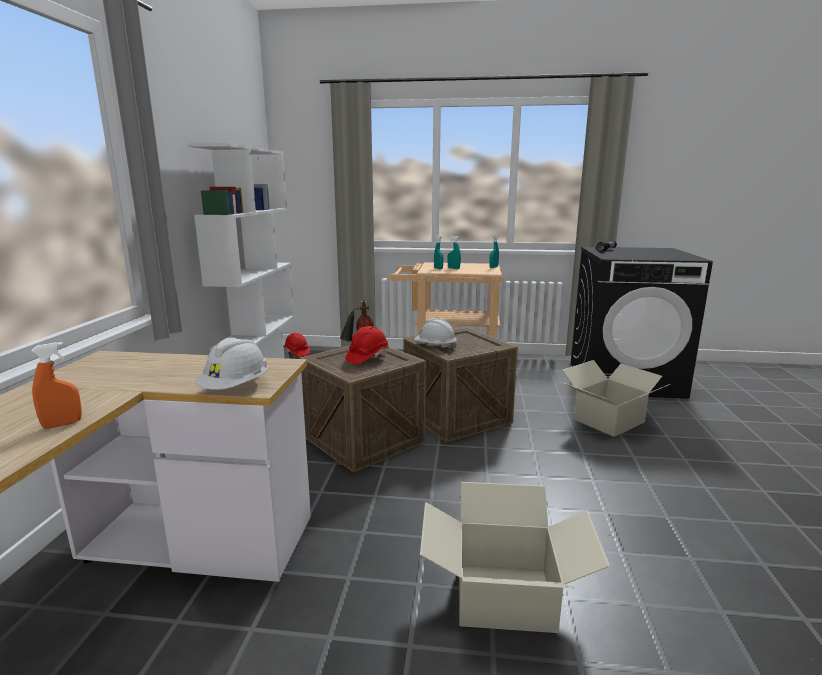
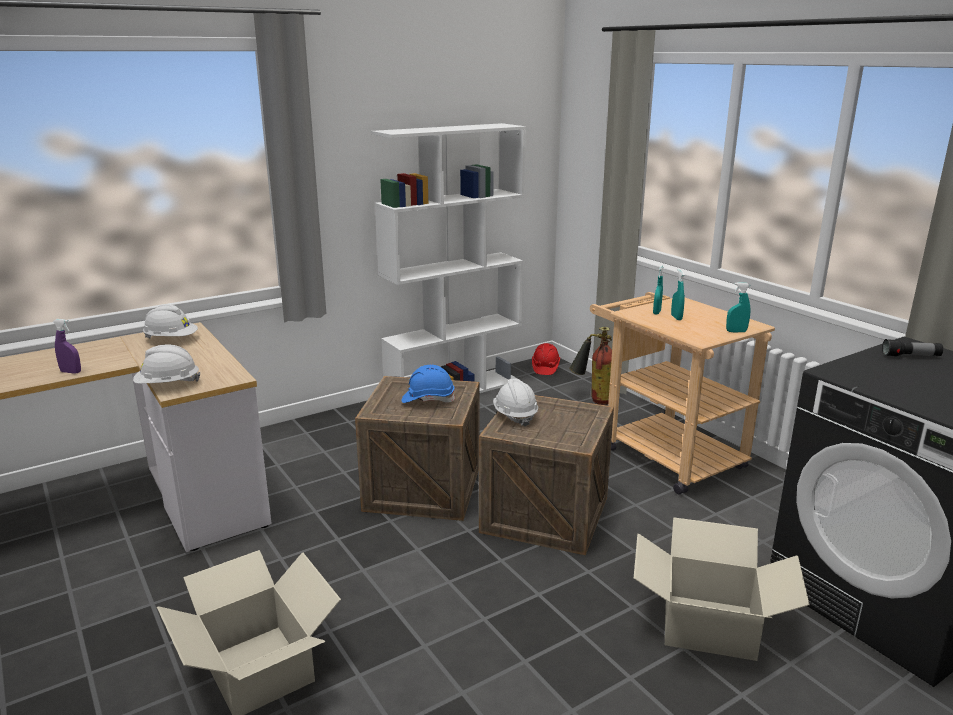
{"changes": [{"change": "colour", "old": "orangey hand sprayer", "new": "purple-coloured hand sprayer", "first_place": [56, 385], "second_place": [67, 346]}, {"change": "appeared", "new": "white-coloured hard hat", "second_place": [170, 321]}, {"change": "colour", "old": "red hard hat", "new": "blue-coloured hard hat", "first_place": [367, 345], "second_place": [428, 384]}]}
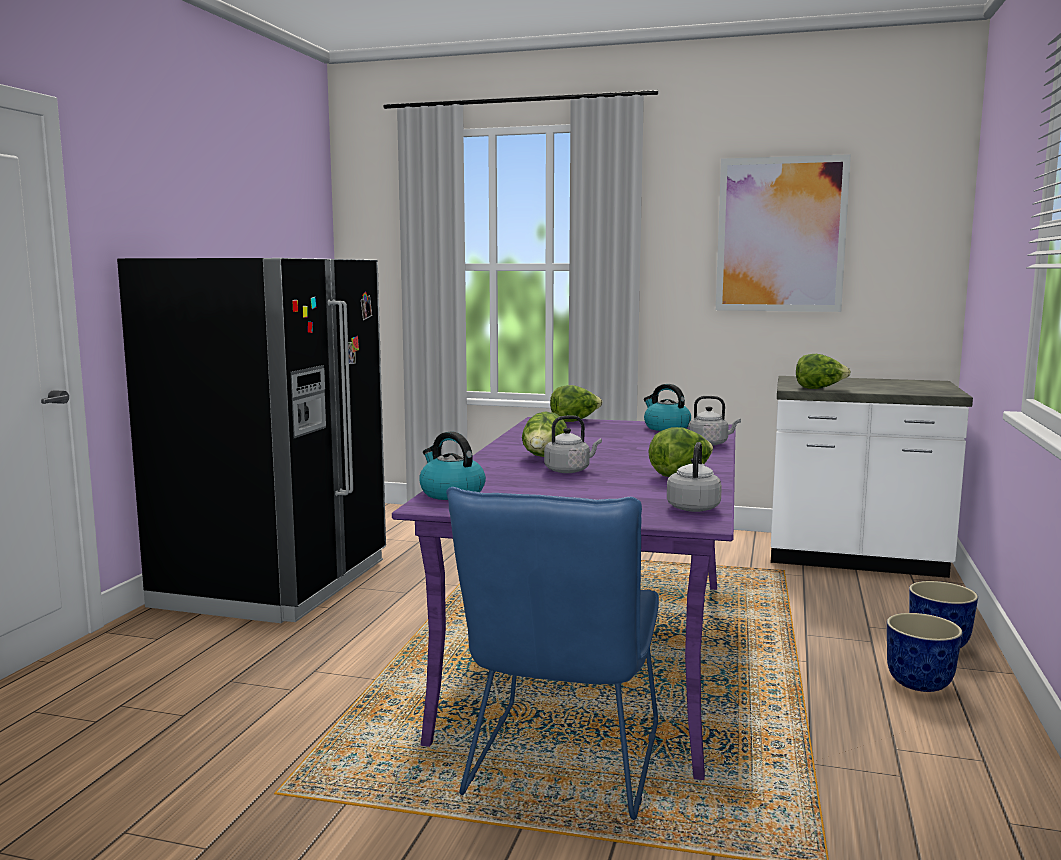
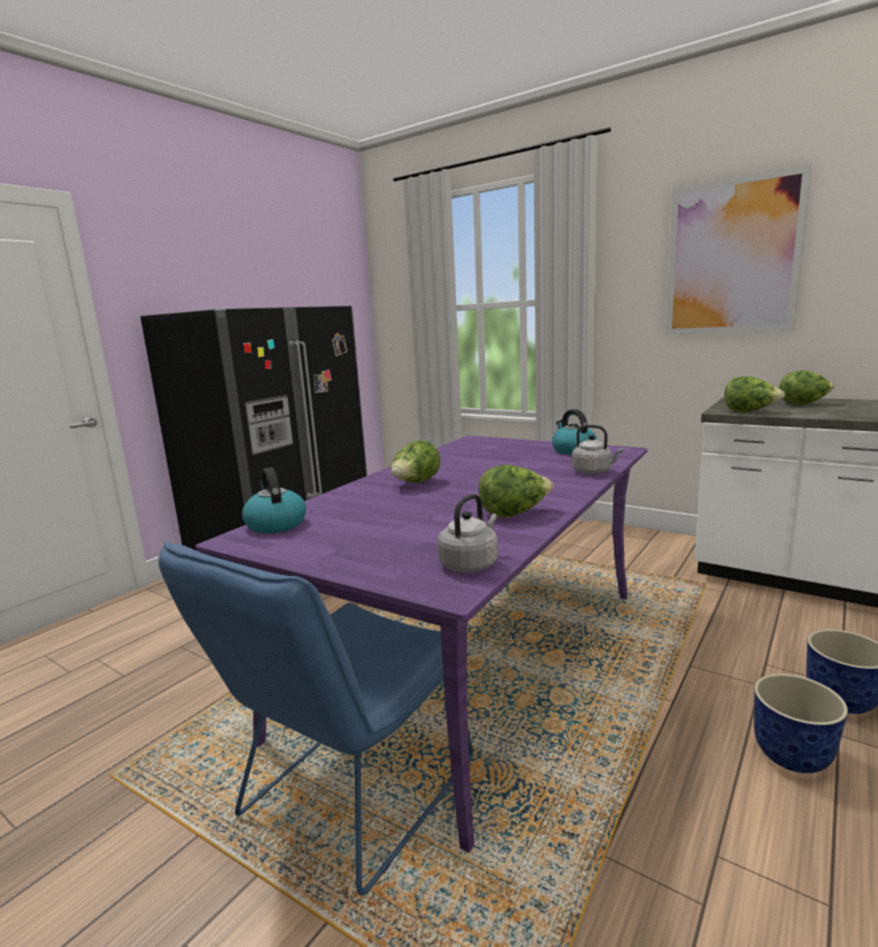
{"changes": [{"change": "relocated", "old": "head of lettuce", "first_place": [576, 403], "second_place": [806, 387]}, {"change": "missing", "old": "grey kettle", "first_place": [573, 444]}]}
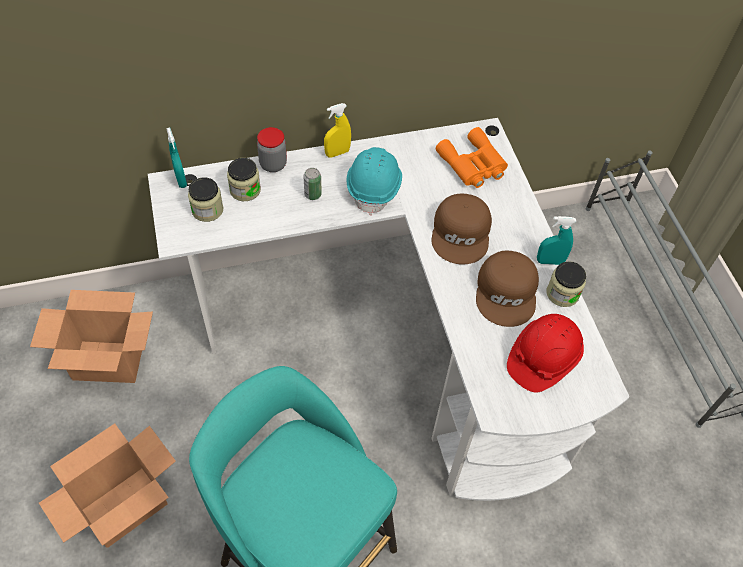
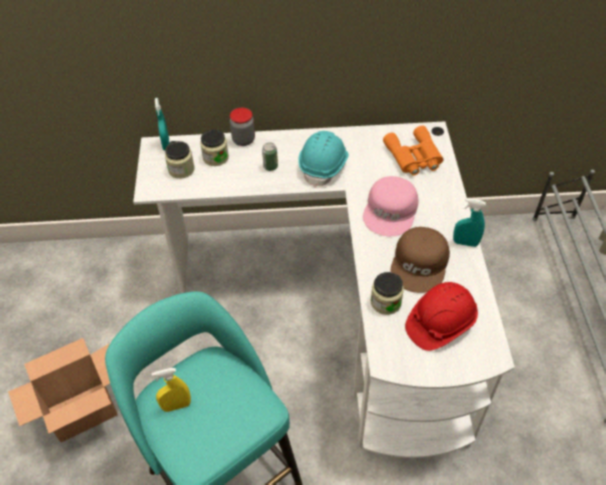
{"changes": [{"change": "relocated", "old": "yellow hand sprayer", "first_place": [337, 130], "second_place": [171, 390]}, {"change": "colour", "old": "brownish peaked cap", "new": "pink-coloured peaked cap", "first_place": [461, 229], "second_place": [391, 206]}, {"change": "relocated", "old": "storage jar", "first_place": [566, 284], "second_place": [387, 293]}, {"change": "missing", "old": "carton", "first_place": [91, 336]}]}
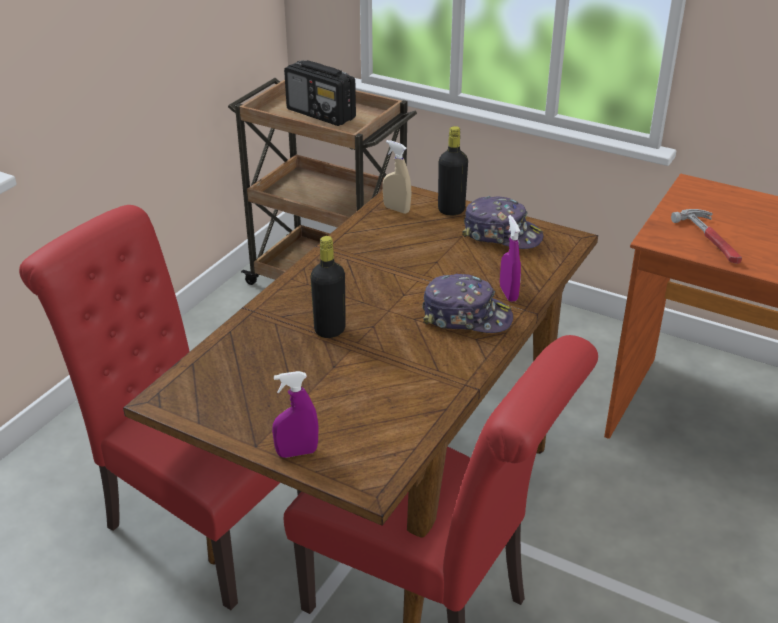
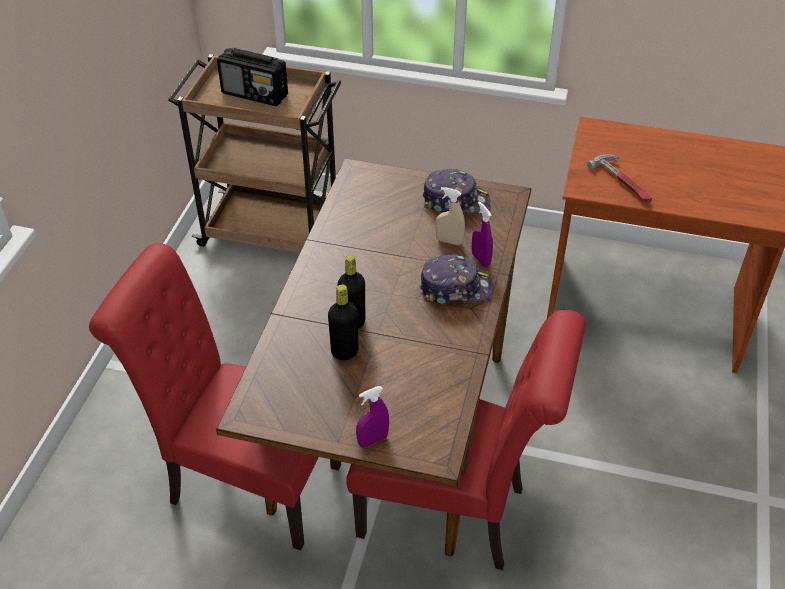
{"changes": [{"change": "relocated", "old": "blackish bottle", "first_place": [453, 171], "second_place": [343, 322]}, {"change": "relocated", "old": "beige-coloured hand sprayer", "first_place": [397, 177], "second_place": [450, 216]}]}
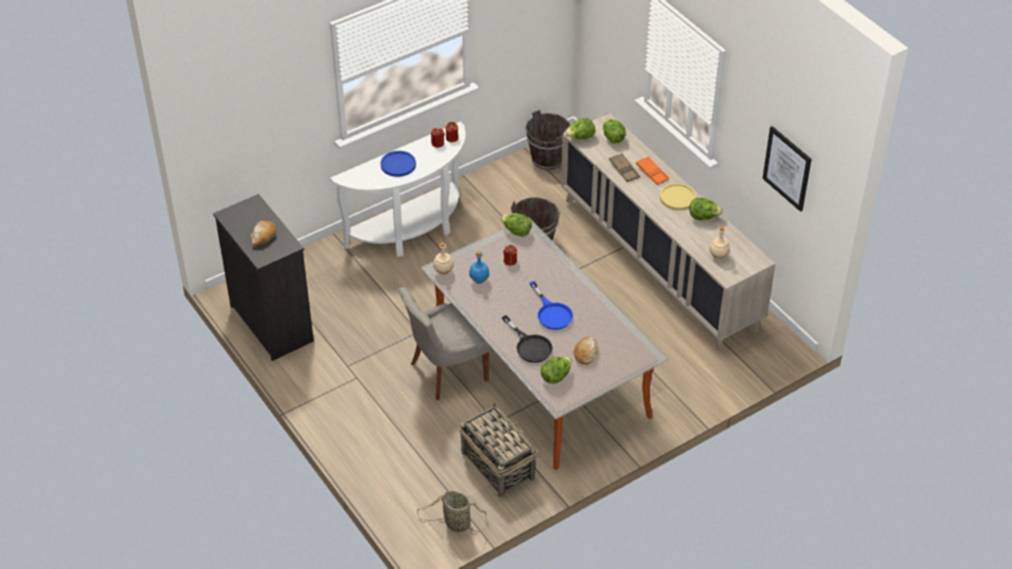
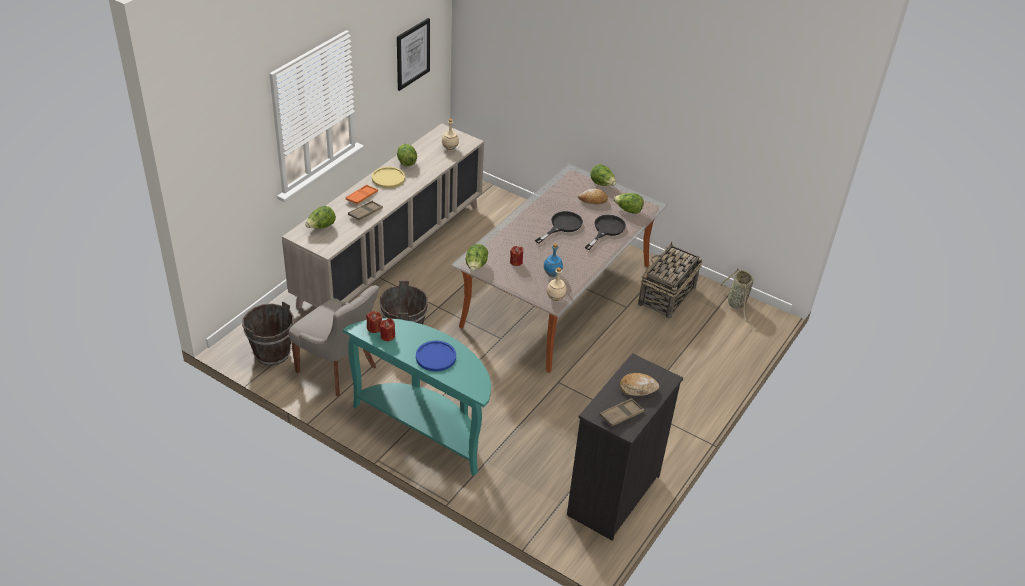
{"changes": [{"change": "relocated", "old": "grey chair", "first_place": [444, 343], "second_place": [334, 341]}, {"change": "colour", "old": "white-coloured hall table", "new": "turquoise hall table", "first_place": [398, 189], "second_place": [417, 397]}, {"change": "colour", "old": "blue-coloured skillet", "new": "blackish skillet", "first_place": [551, 305], "second_place": [559, 227]}, {"change": "relocated", "old": "head of lettuce", "first_place": [579, 129], "second_place": [603, 175]}, {"change": "appeared", "new": "brownish carrying tray", "second_place": [622, 412]}]}
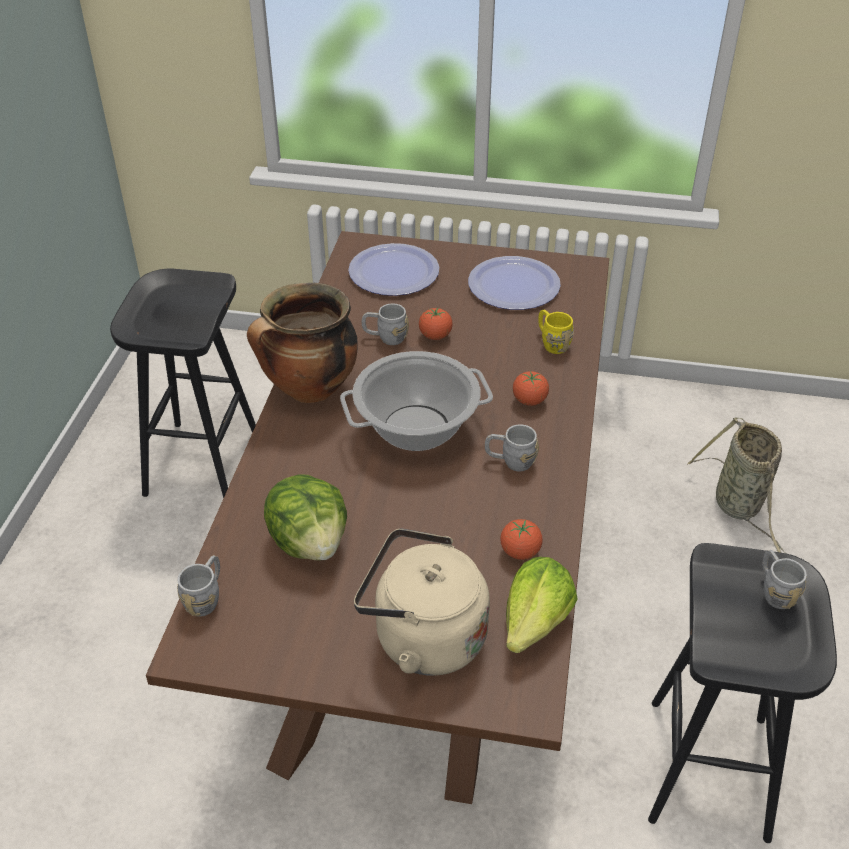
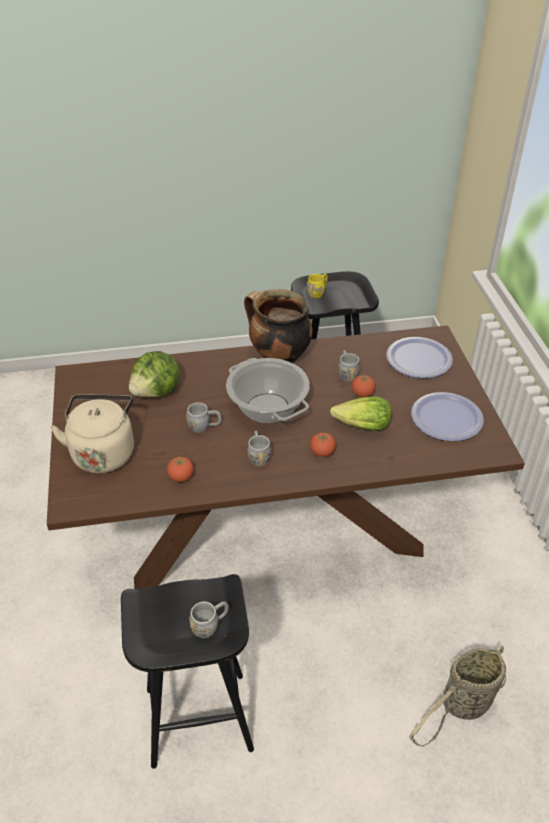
{"changes": [{"change": "relocated", "old": "grey mug", "first_place": [198, 586], "second_place": [203, 417]}, {"change": "relocated", "old": "yellow mug", "first_place": [556, 332], "second_place": [317, 286]}, {"change": "relocated", "old": "head of lettuce", "first_place": [542, 605], "second_place": [361, 413]}]}
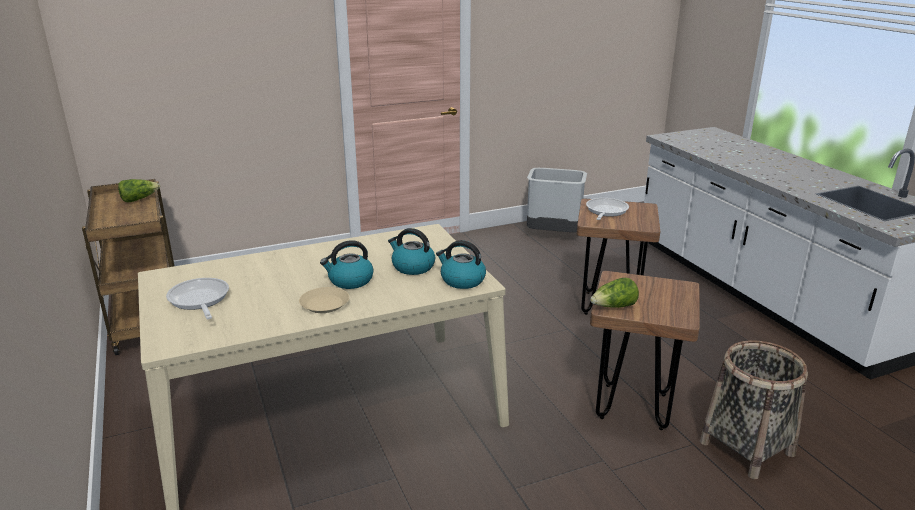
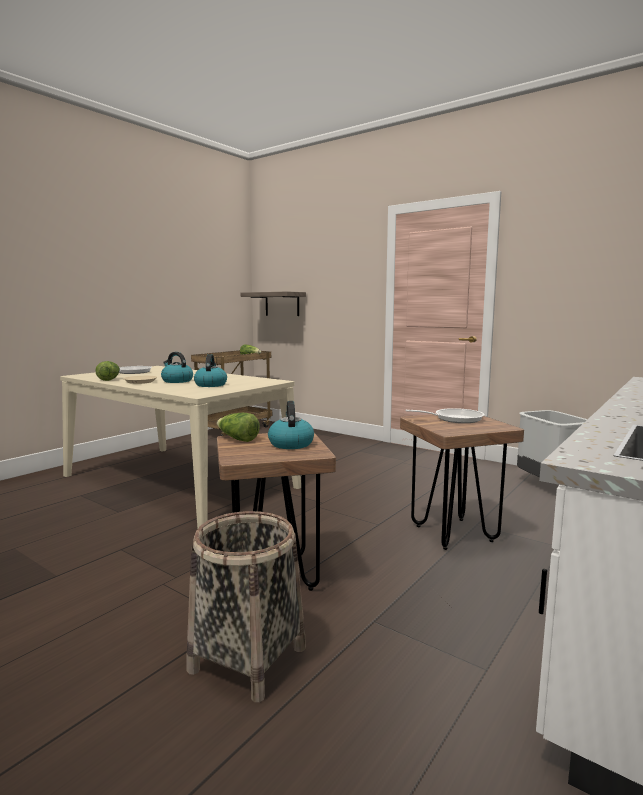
{"changes": [{"change": "appeared", "new": "head of lettuce", "second_place": [107, 371]}, {"change": "appeared", "new": "shelf", "second_place": [273, 303]}, {"change": "relocated", "old": "kettle", "first_place": [461, 264], "second_place": [291, 425]}]}
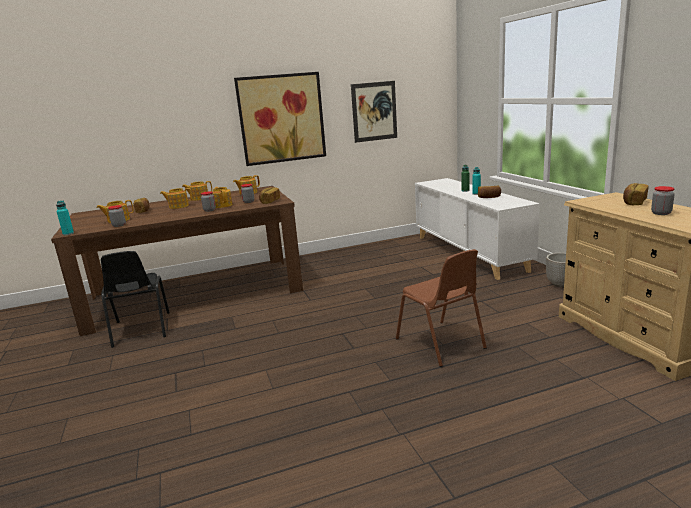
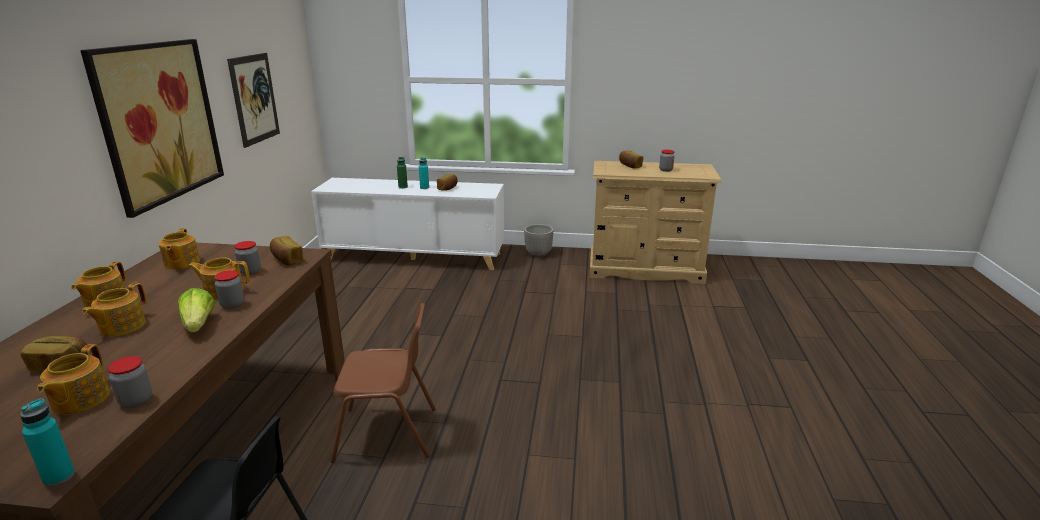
{"changes": [{"change": "appeared", "new": "head of lettuce", "second_place": [196, 310]}, {"change": "relocated", "old": "brownish chair", "first_place": [441, 308], "second_place": [383, 383]}]}
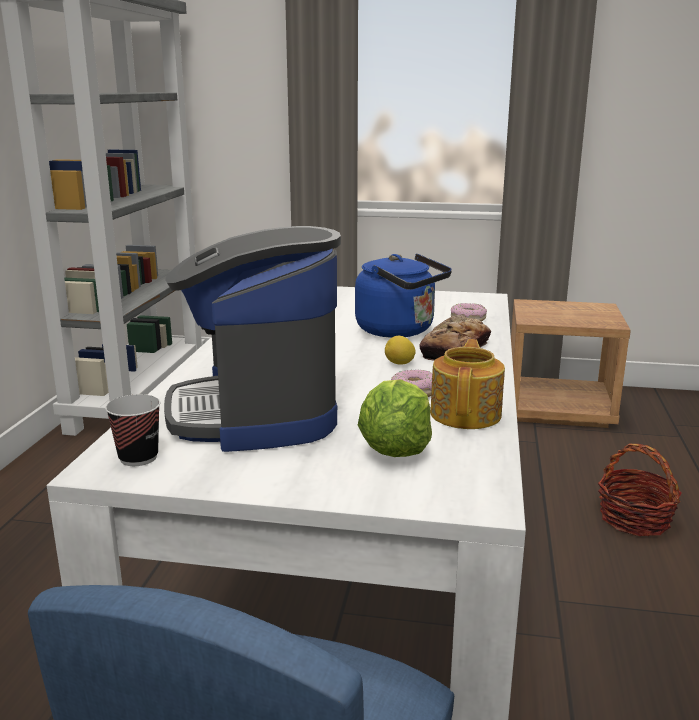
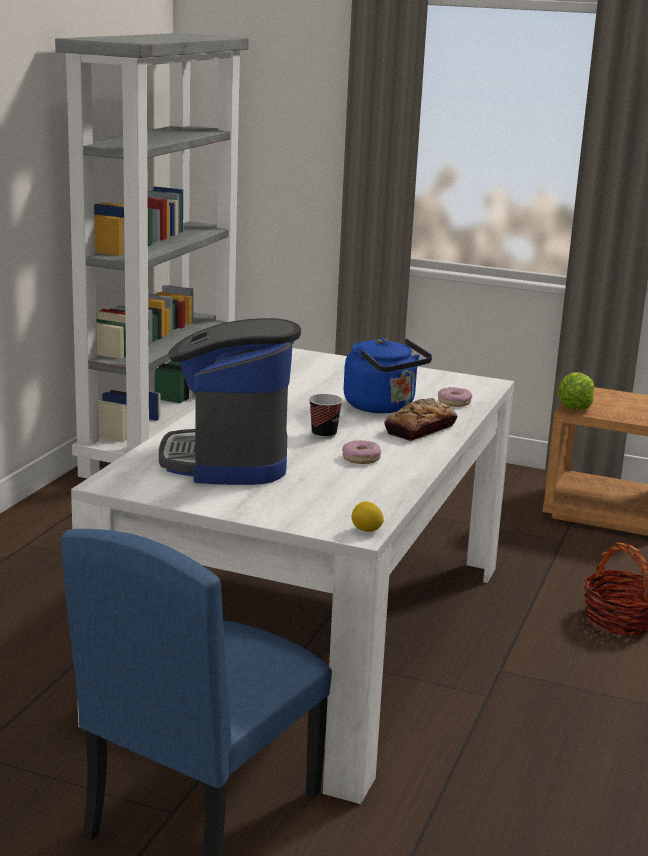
{"changes": [{"change": "relocated", "old": "small cup", "first_place": [133, 430], "second_place": [326, 416]}, {"change": "relocated", "old": "citrus fruit", "first_place": [400, 350], "second_place": [368, 516]}, {"change": "relocated", "old": "head of lettuce", "first_place": [395, 418], "second_place": [575, 391]}, {"change": "missing", "old": "pot for tea", "first_place": [467, 384]}]}
